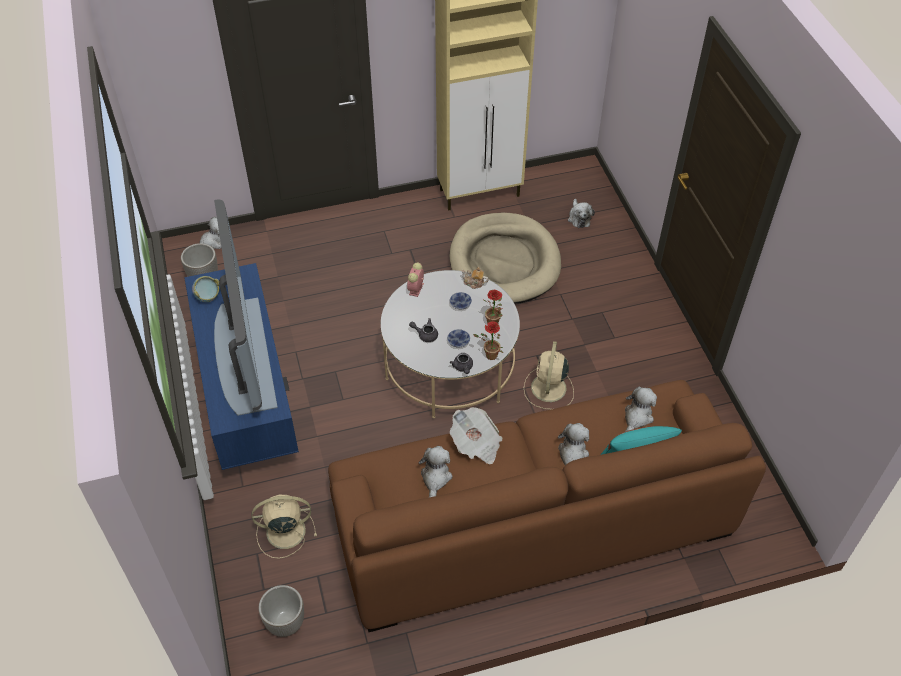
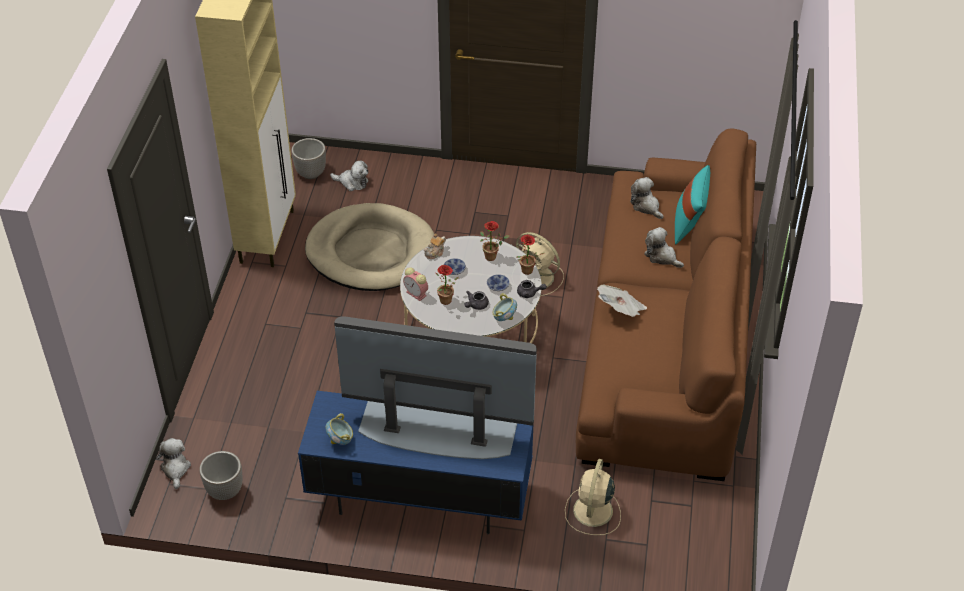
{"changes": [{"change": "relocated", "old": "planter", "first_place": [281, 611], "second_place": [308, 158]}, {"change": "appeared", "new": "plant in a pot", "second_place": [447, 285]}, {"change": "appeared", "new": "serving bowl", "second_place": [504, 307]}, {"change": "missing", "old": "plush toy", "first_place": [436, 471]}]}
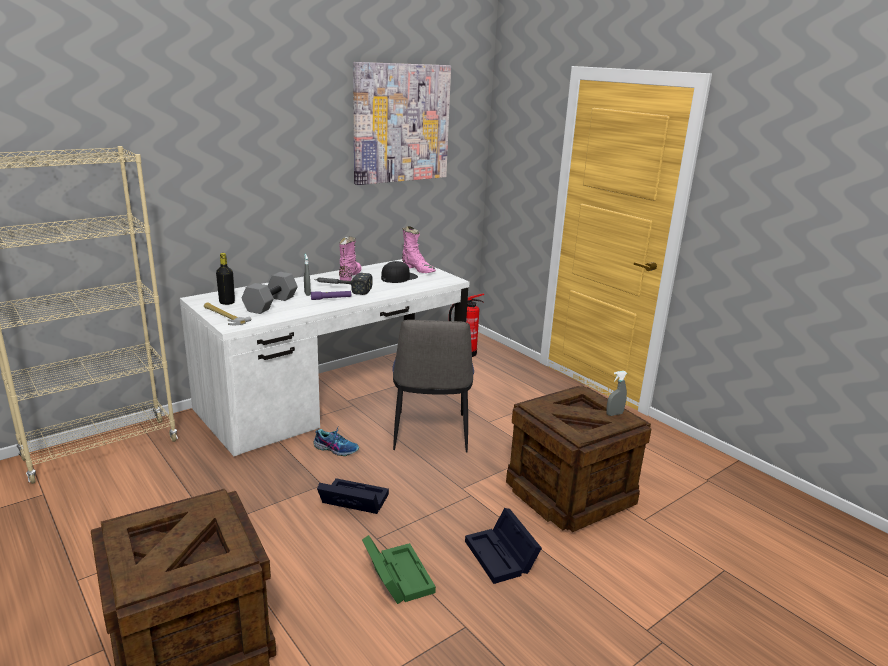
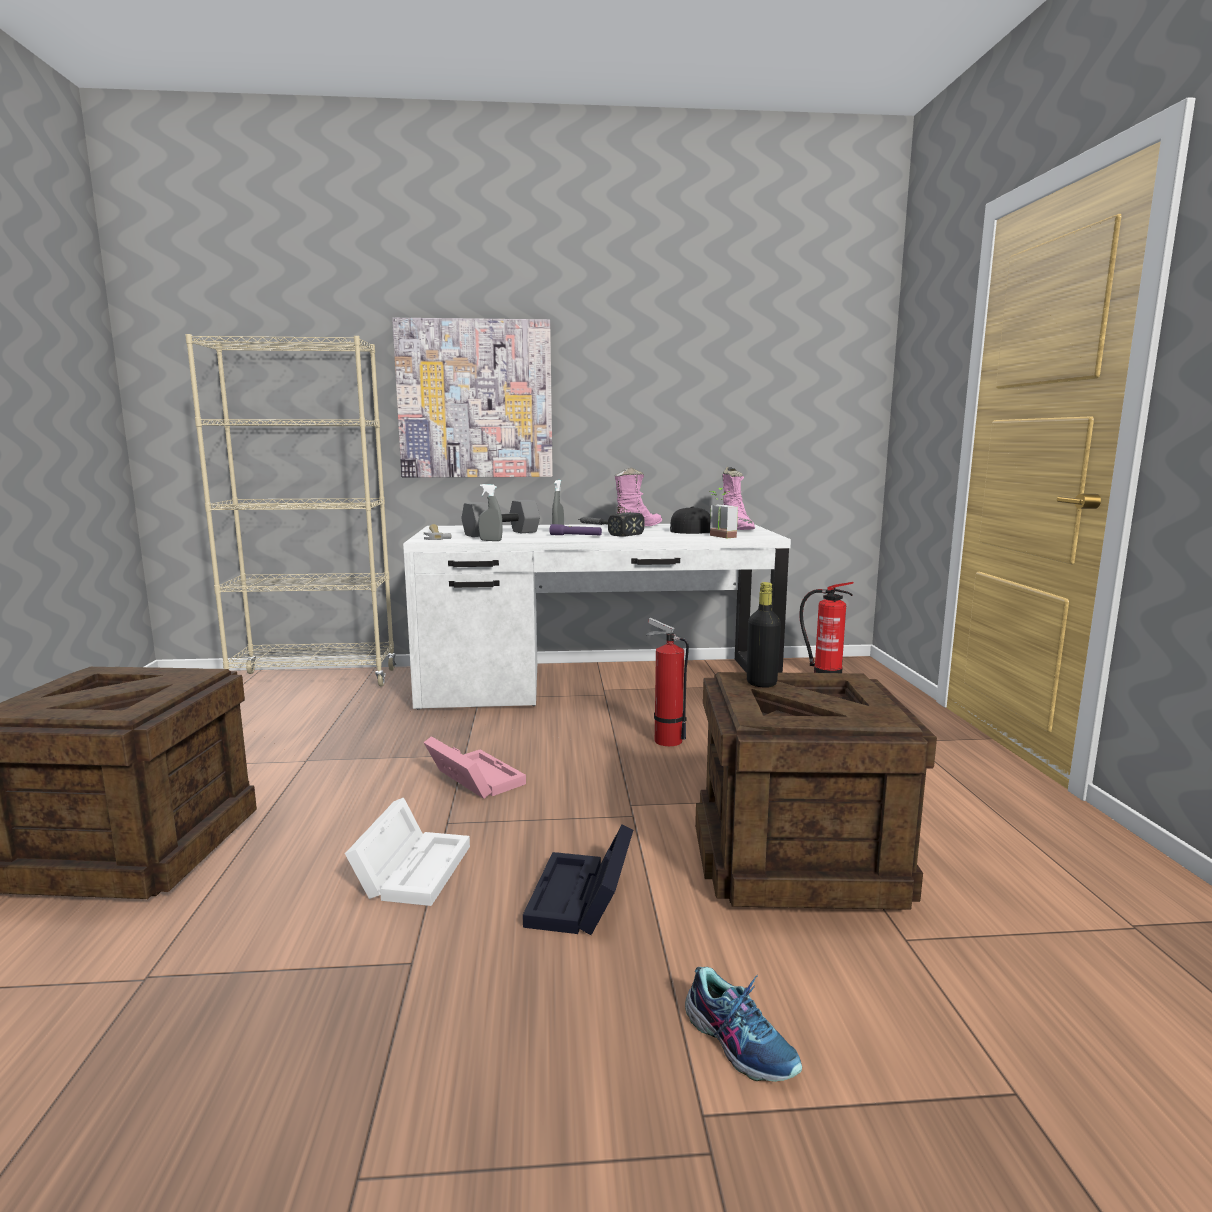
{"changes": [{"change": "colour", "old": "green storage container", "new": "white-coloured storage container", "first_place": [399, 569], "second_place": [407, 851]}, {"change": "relocated", "old": "wall art", "first_place": [402, 123], "second_place": [472, 398]}, {"change": "colour", "old": "blackish storage container", "new": "pink-coloured storage container", "first_place": [353, 496], "second_place": [474, 767]}, {"change": "relocated", "old": "grey hand sprayer", "first_place": [616, 393], "second_place": [490, 512]}, {"change": "exchanged", "old": "chair", "new": "fire-fighting cylinder", "first_place": [433, 386], "second_place": [667, 682]}, {"change": "relocated", "old": "low shoe", "first_place": [336, 441], "second_place": [743, 1024]}, {"change": "appeared", "new": "plant in a pot", "second_place": [723, 513]}, {"change": "relocated", "old": "blackish bottle", "first_place": [225, 279], "second_place": [764, 635]}]}
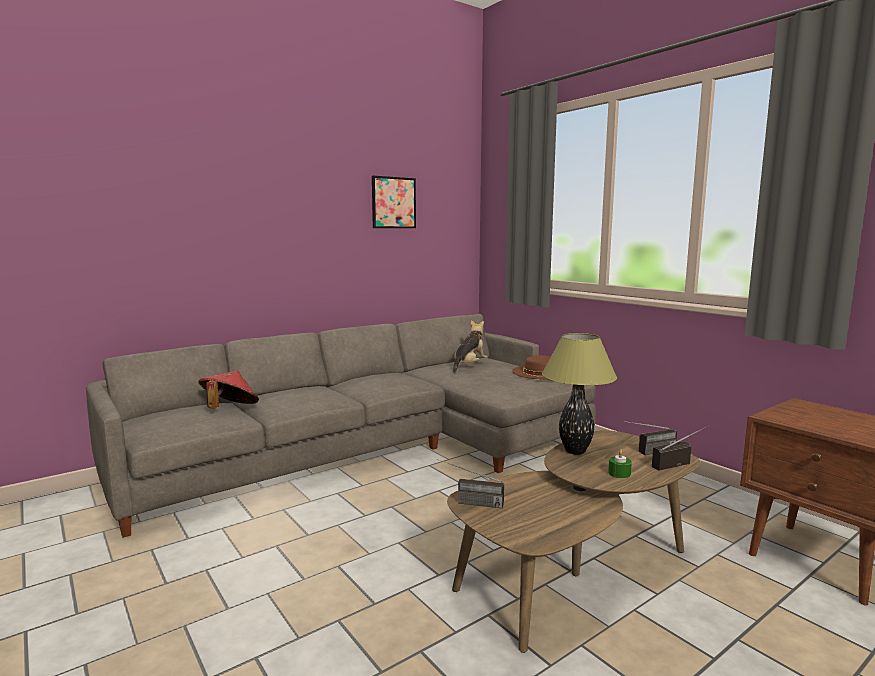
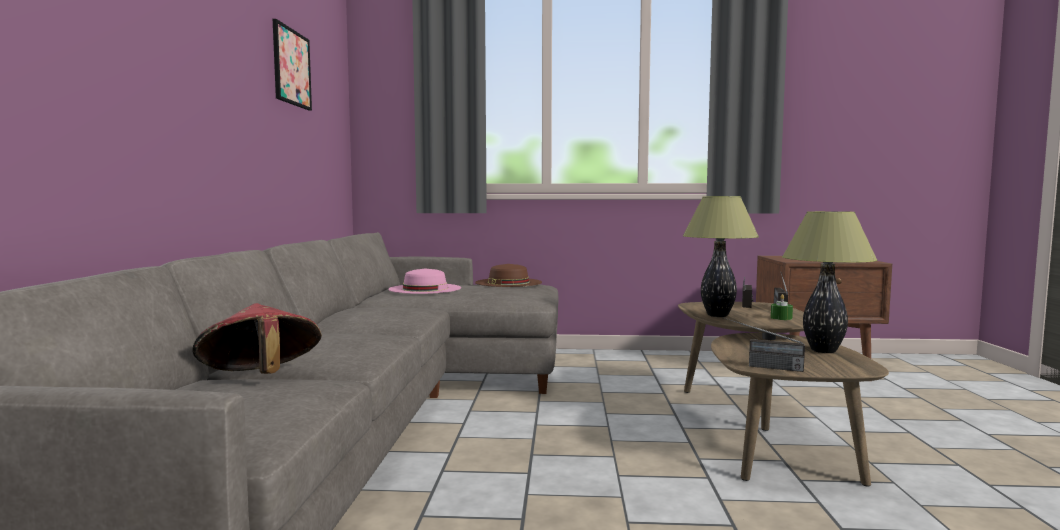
{"changes": [{"change": "exchanged", "old": "plush toy", "new": "pink-coloured hat", "first_place": [470, 346], "second_place": [424, 281]}, {"change": "spun", "old": "radio", "first_place": [470, 483], "second_place": [764, 344], "degrees": 60}, {"change": "appeared", "new": "lamp for a table", "second_place": [829, 282]}]}
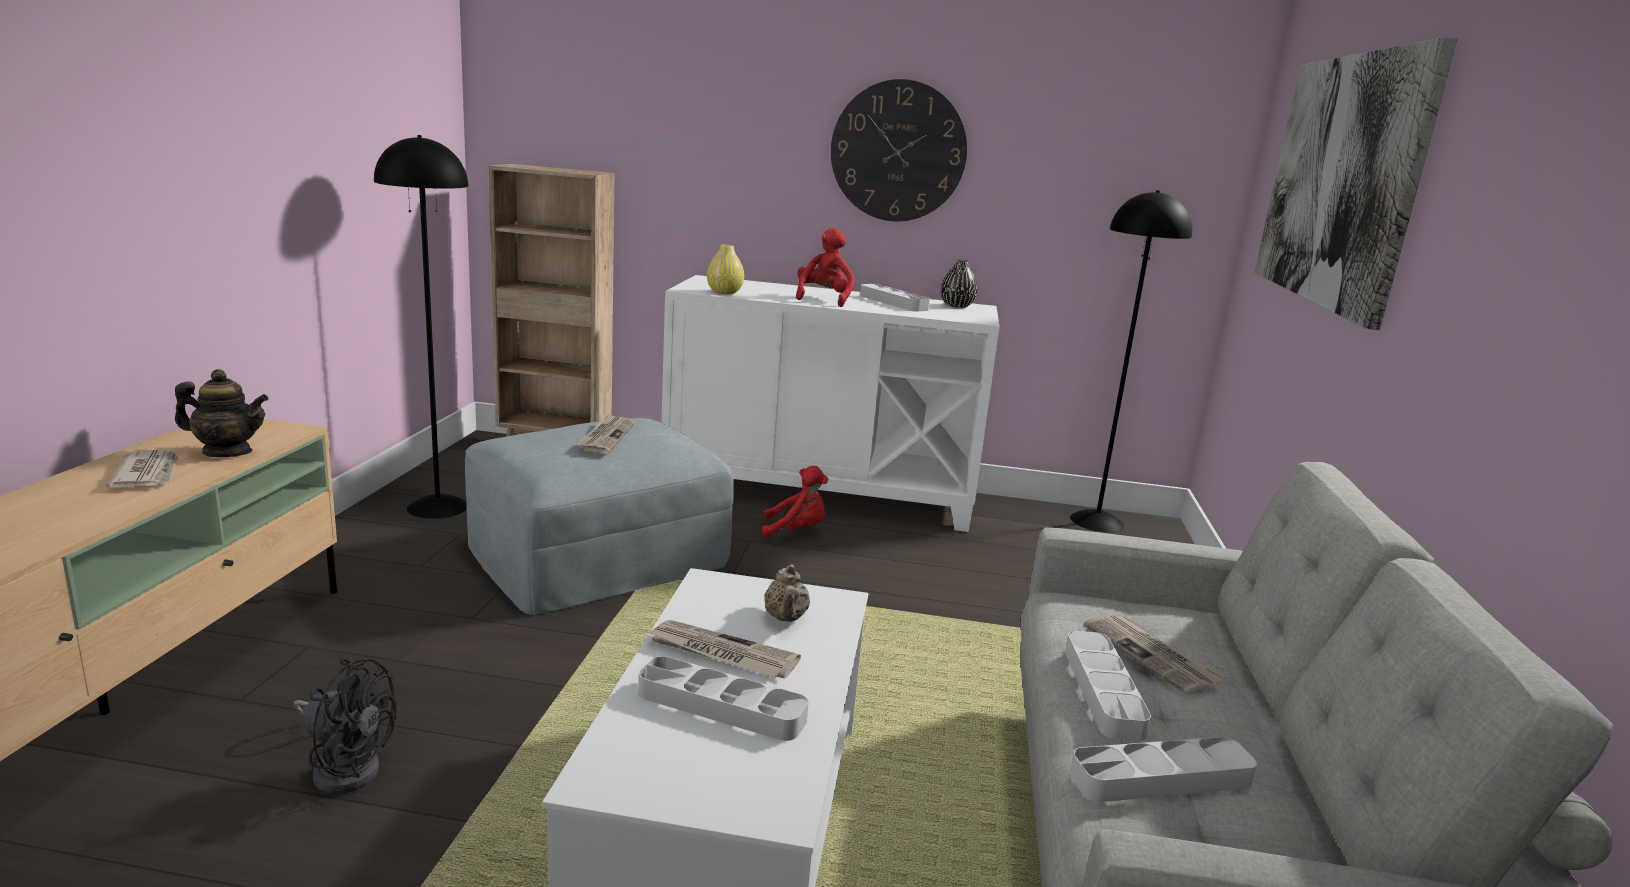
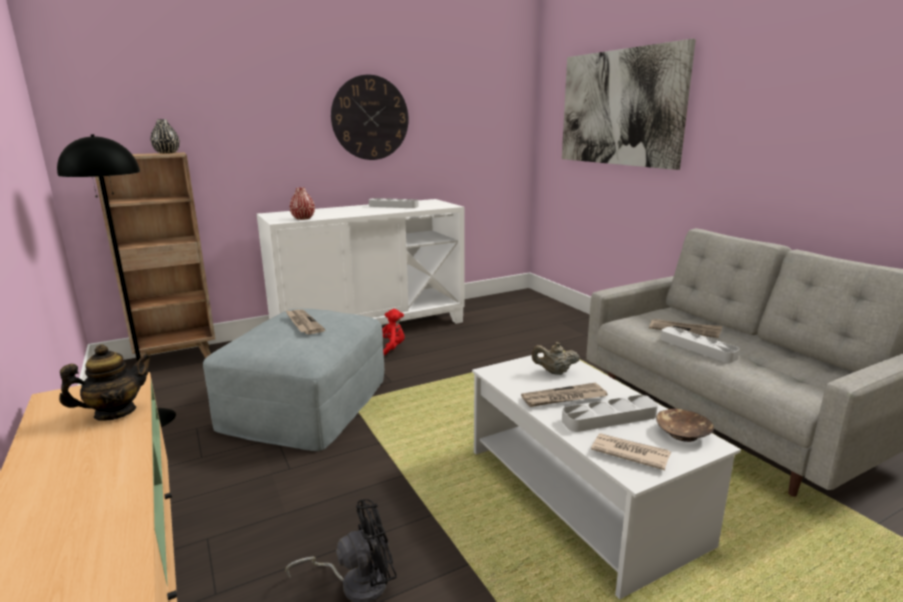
{"changes": [{"change": "relocated", "old": "blackish vase", "first_place": [959, 284], "second_place": [165, 136]}, {"change": "colour", "old": "yellow vase", "new": "red vase", "first_place": [725, 269], "second_place": [302, 203]}, {"change": "spun", "old": "beige-coloured pot for tea", "first_place": [787, 593], "second_place": [556, 358], "degrees": 135}, {"change": "relocated", "old": "daily paper", "first_place": [142, 468], "second_place": [631, 451]}, {"change": "appeared", "new": "brownish serving bowl", "second_place": [685, 425]}, {"change": "missing", "old": "red plush toy", "first_place": [825, 267]}, {"change": "missing", "old": "blackish standing lamp", "first_place": [1131, 361]}, {"change": "missing", "old": "grey carrying tray", "first_place": [1163, 769]}]}
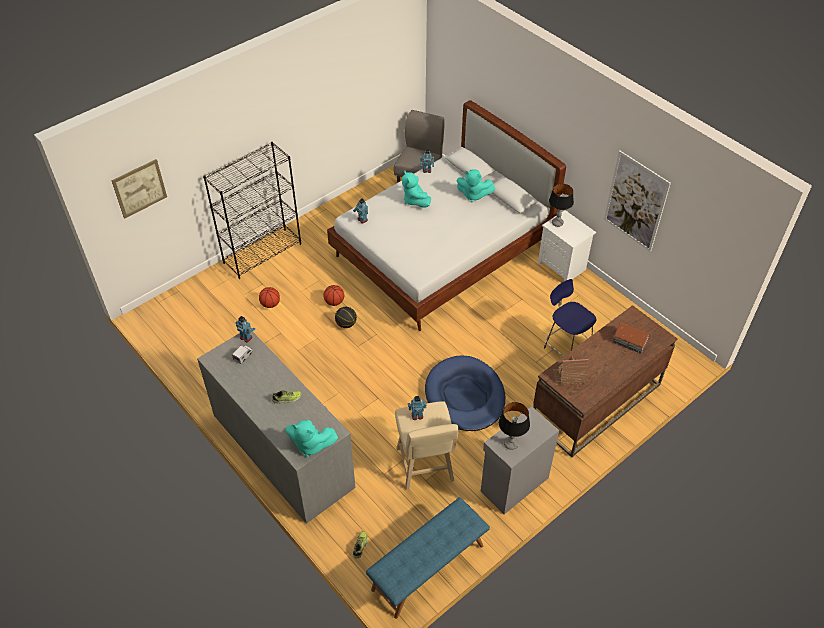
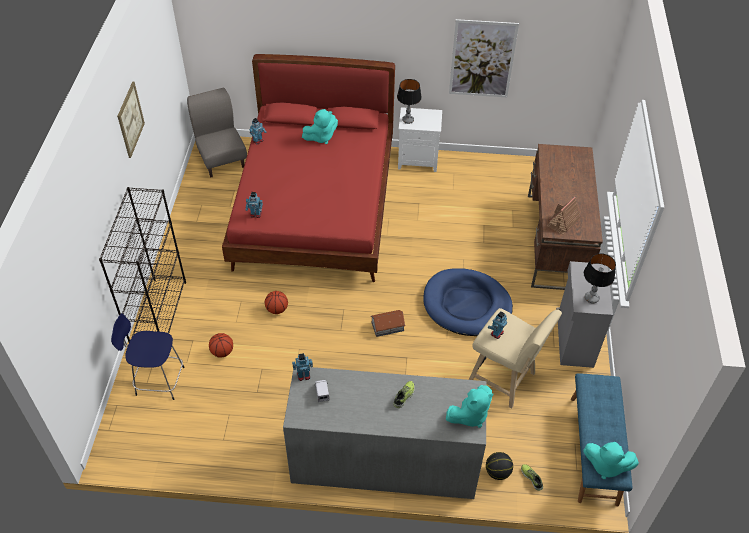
{"changes": [{"change": "relocated", "old": "blue-coloured sitting stool", "first_place": [570, 318], "second_place": [148, 356]}, {"change": "relocated", "old": "wall art", "first_place": [139, 188], "second_place": [131, 119]}, {"change": "colour", "old": "white-coloured sleeping bed", "new": "red sleeping bed", "first_place": [446, 215], "second_place": [308, 168]}, {"change": "relocated", "old": "toy house", "first_place": [632, 338], "second_place": [388, 323]}, {"change": "relocated", "old": "ball for basketball", "first_place": [346, 317], "second_place": [499, 466]}, {"change": "relocated", "old": "turquoise plush toy", "first_place": [416, 189], "second_place": [611, 460]}]}
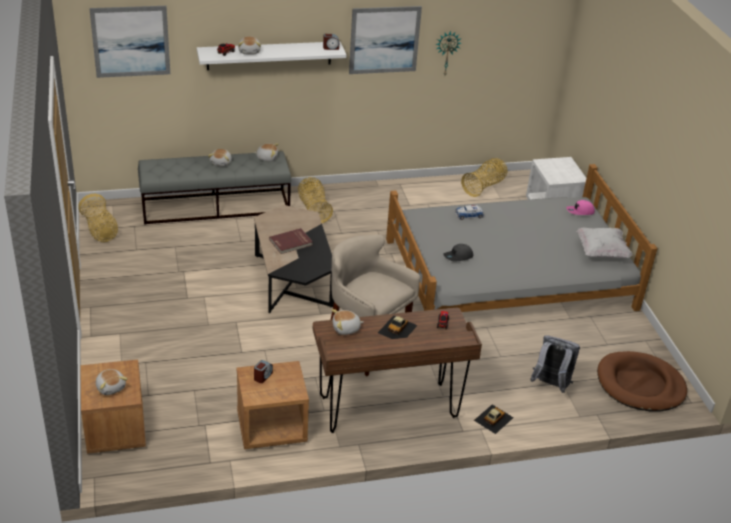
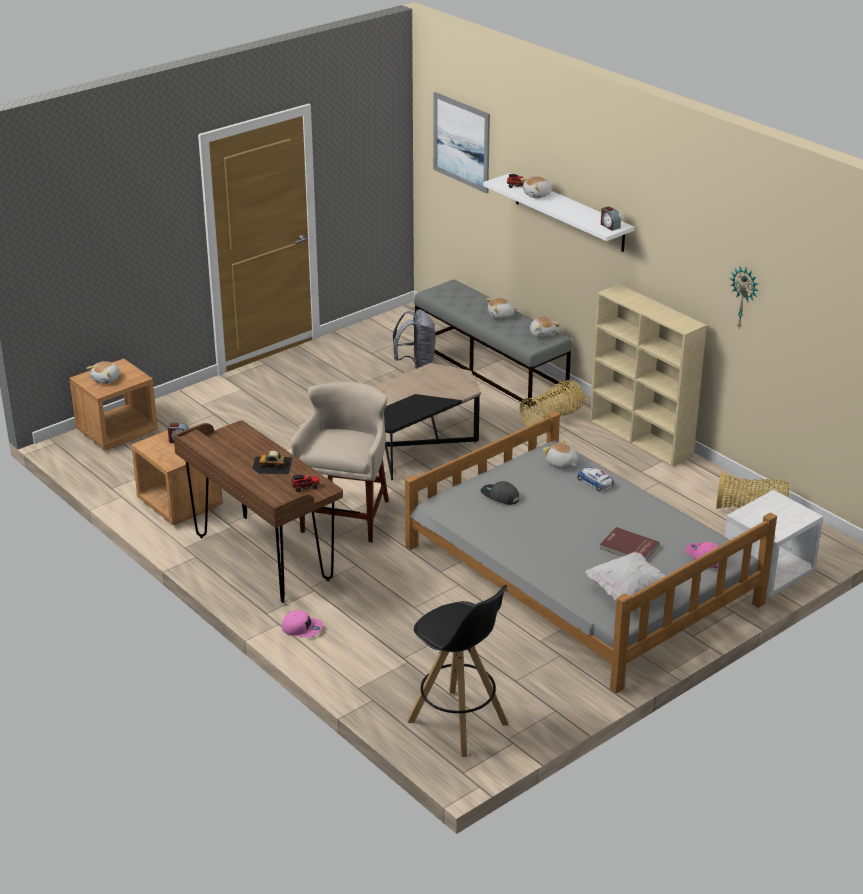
{"changes": [{"change": "exchanged", "old": "toy car", "new": "pink-coloured peaked cap", "first_place": [494, 419], "second_place": [302, 624]}, {"change": "relocated", "old": "grey backpack", "first_place": [555, 364], "second_place": [414, 339]}, {"change": "exchanged", "old": "brownish dog cushion", "new": "blackish sitting stool", "first_place": [642, 381], "second_place": [458, 671]}, {"change": "relocated", "old": "plush toy", "first_place": [348, 322], "second_place": [560, 454]}, {"change": "appeared", "new": "beige-coloured bookshelf", "second_place": [648, 375]}, {"change": "relocated", "old": "red bound book", "first_place": [291, 241], "second_place": [629, 543]}, {"change": "missing", "old": "storage basket", "first_place": [98, 218]}, {"change": "missing", "old": "wall art", "first_place": [385, 40]}]}
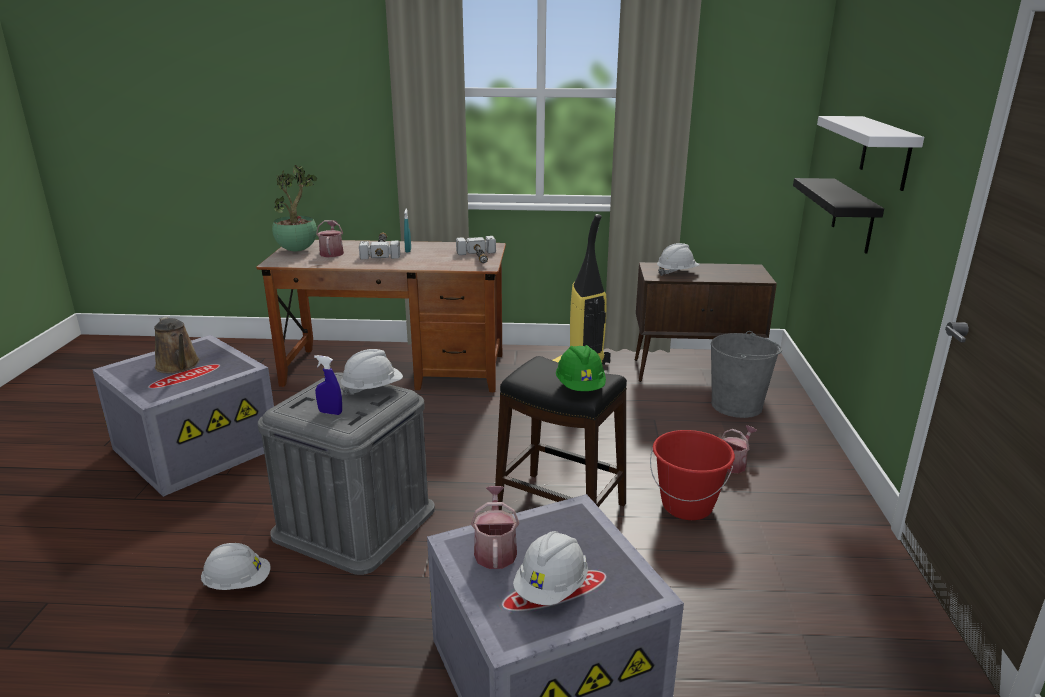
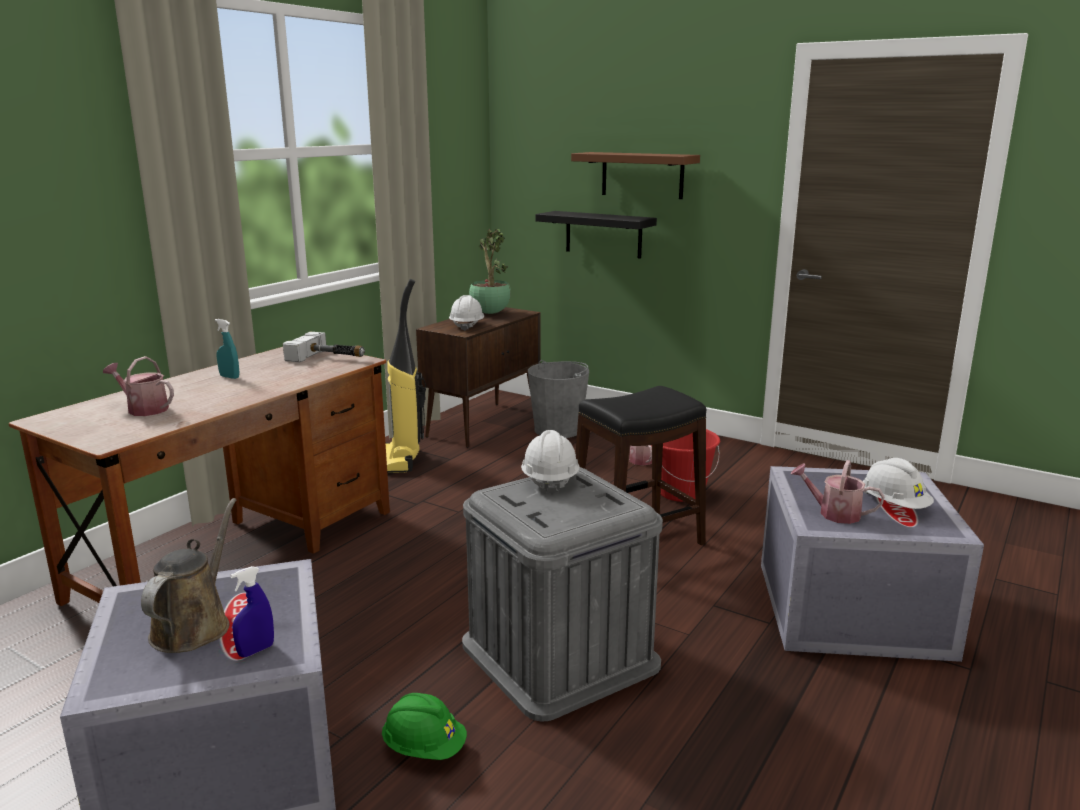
{"changes": [{"change": "spun", "old": "brownish watering can", "first_place": [177, 345], "second_place": [188, 575], "degrees": -75}, {"change": "relocated", "old": "blue-coloured hand sprayer", "first_place": [328, 385], "second_place": [252, 611]}, {"change": "relocated", "old": "green hard hat", "first_place": [581, 368], "second_place": [424, 726]}, {"change": "relocated", "old": "plant in a pot", "first_place": [294, 208], "second_place": [490, 271]}, {"change": "colour", "old": "white-coloured shelf", "new": "brownish shelf", "first_place": [870, 153], "second_place": [635, 175]}, {"change": "missing", "old": "white-coloured hard hat", "first_place": [236, 566]}, {"change": "missing", "old": "hand hammer", "first_place": [379, 246]}]}
